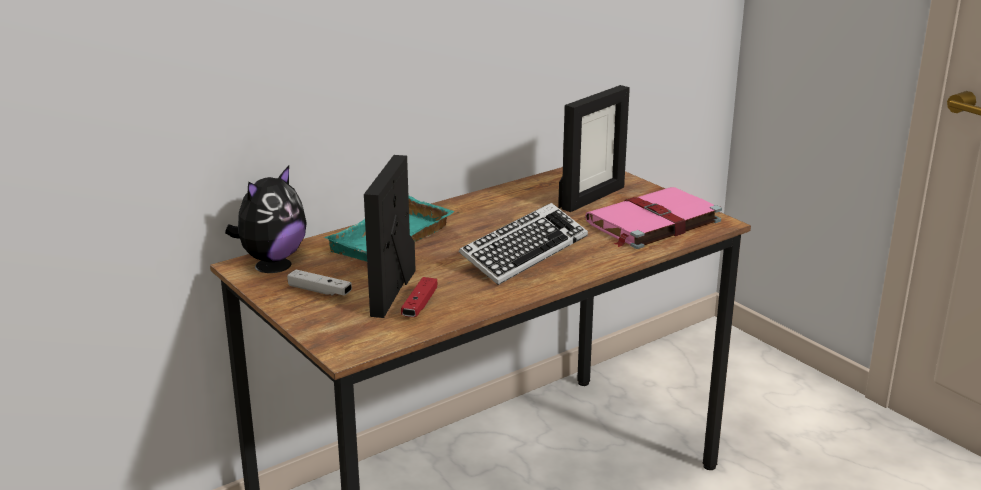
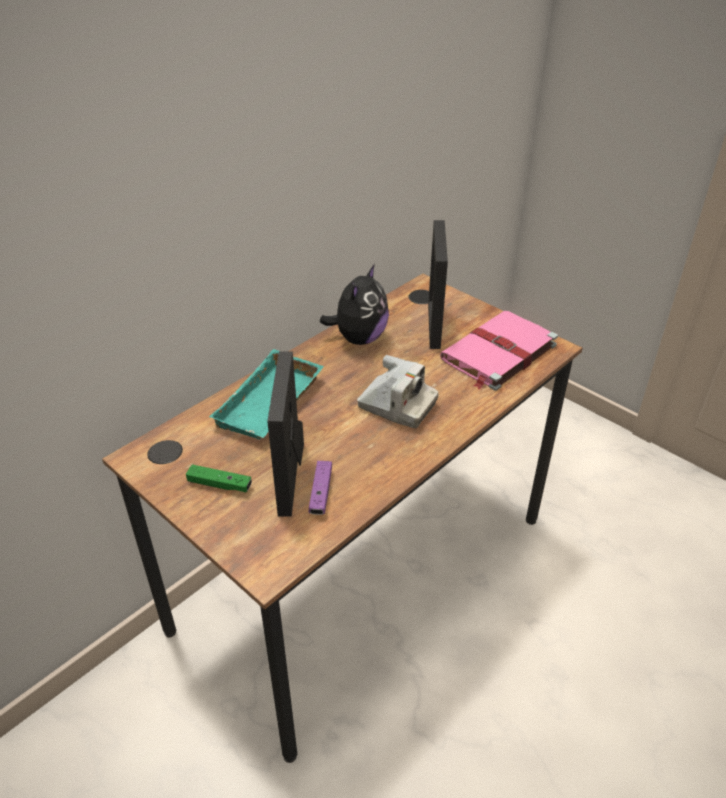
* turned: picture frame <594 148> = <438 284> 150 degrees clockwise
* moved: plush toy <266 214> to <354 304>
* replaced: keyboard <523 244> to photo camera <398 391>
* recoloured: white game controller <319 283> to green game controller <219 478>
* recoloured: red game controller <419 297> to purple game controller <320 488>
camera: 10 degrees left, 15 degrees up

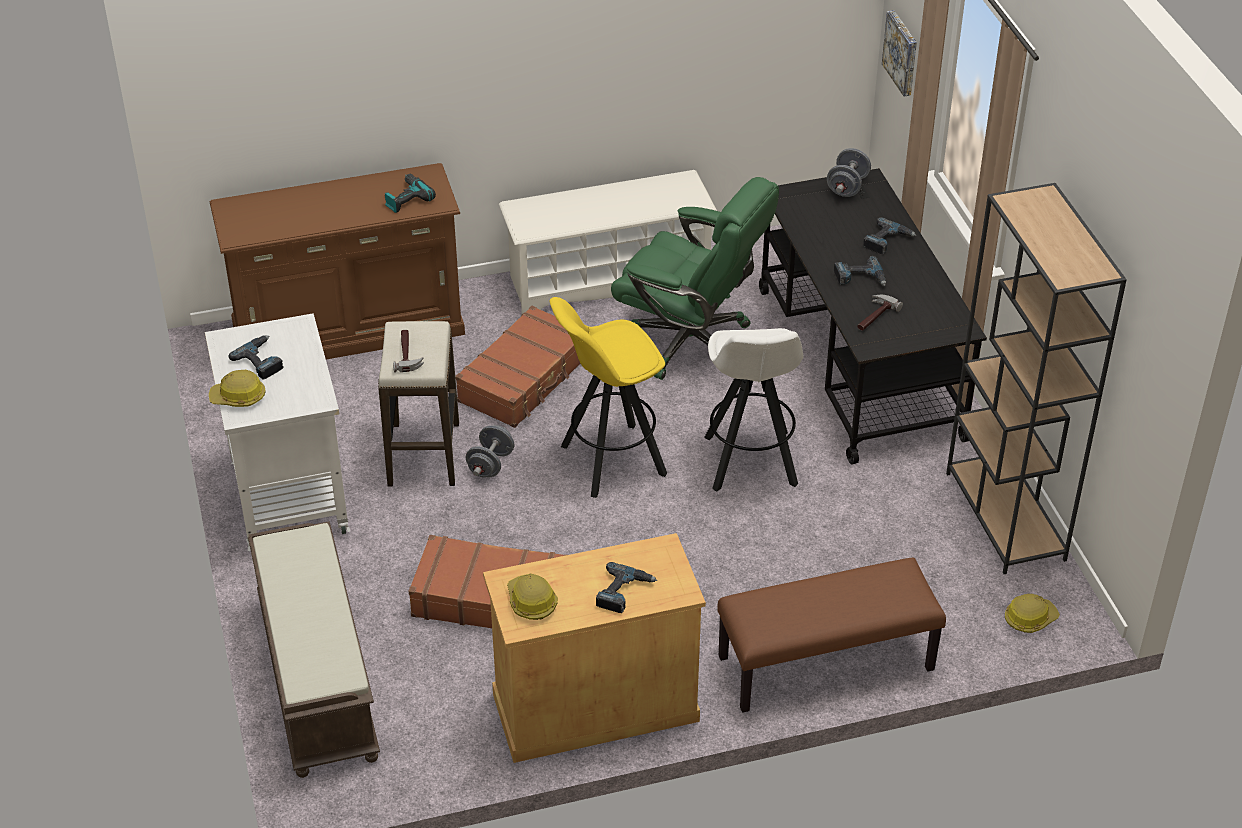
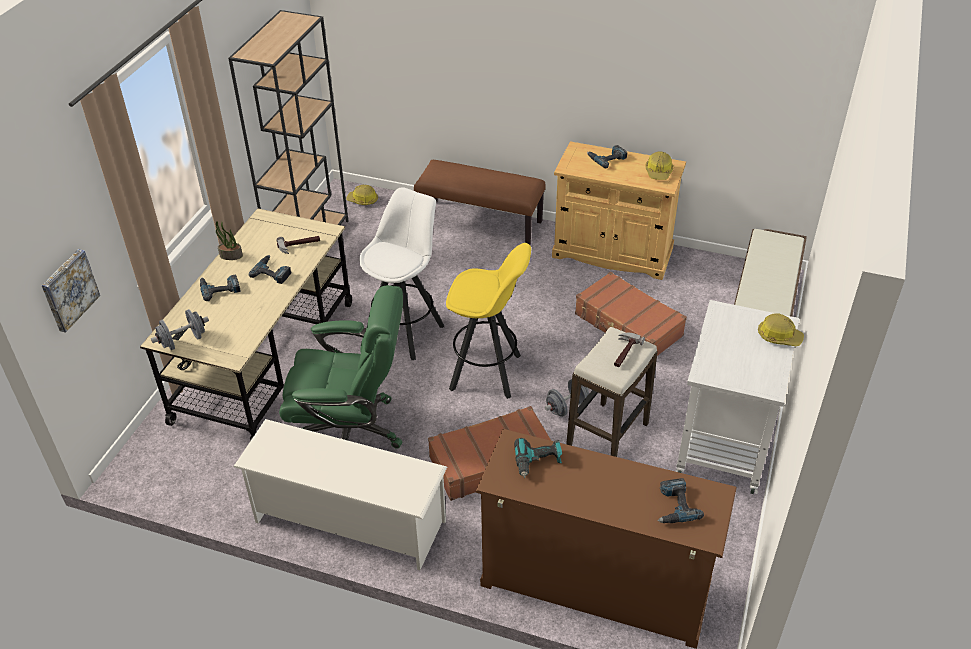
* recoloured: black desk <873 316> to beige desk <246 324>
* turned: green office chair <695 278> = <341 367> 120 degrees clockwise
* moved: power drill <255 357> to <680 500>
* added: potted plant <229 240>
camera: 145 degrees left, 0 degrees up

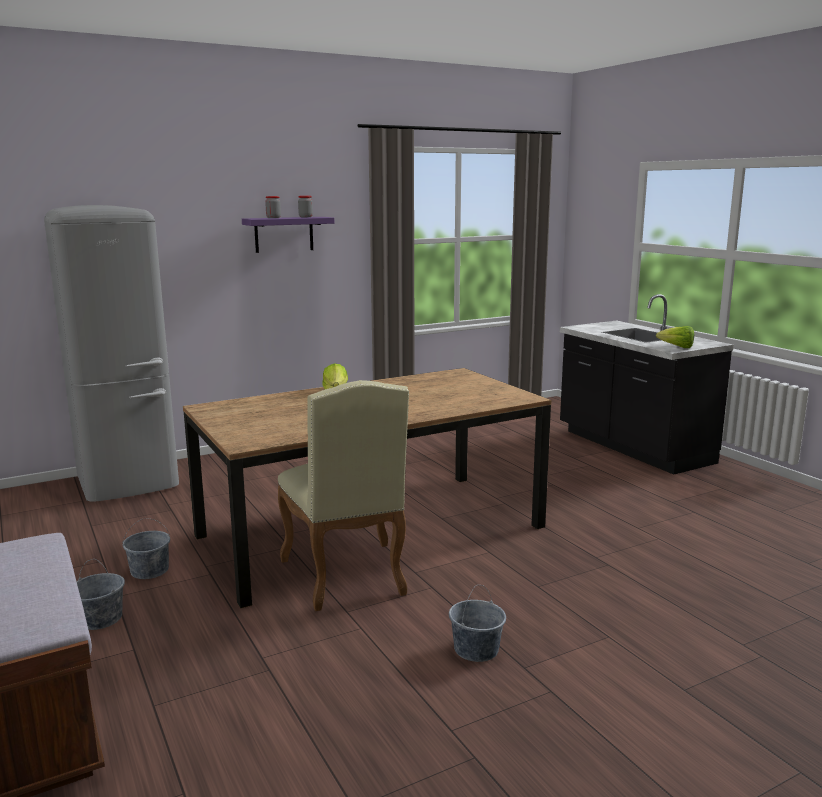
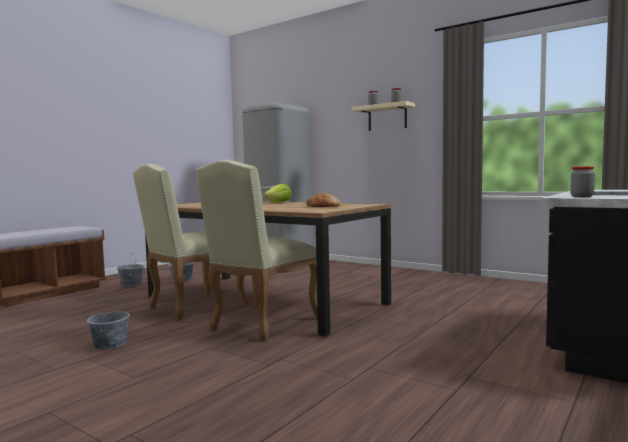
* recoloured: purple shelf <288 235> to beige shelf <383 116>
* replaced: lettuce <675 337> to jar <582 181>
* added: beige chair <257 251>
* added: bread <323 200>
camera: 65 degrees right, 10 degrees down

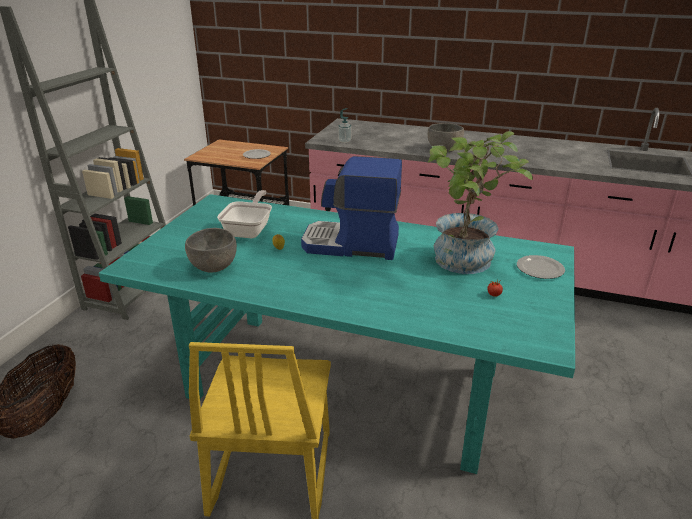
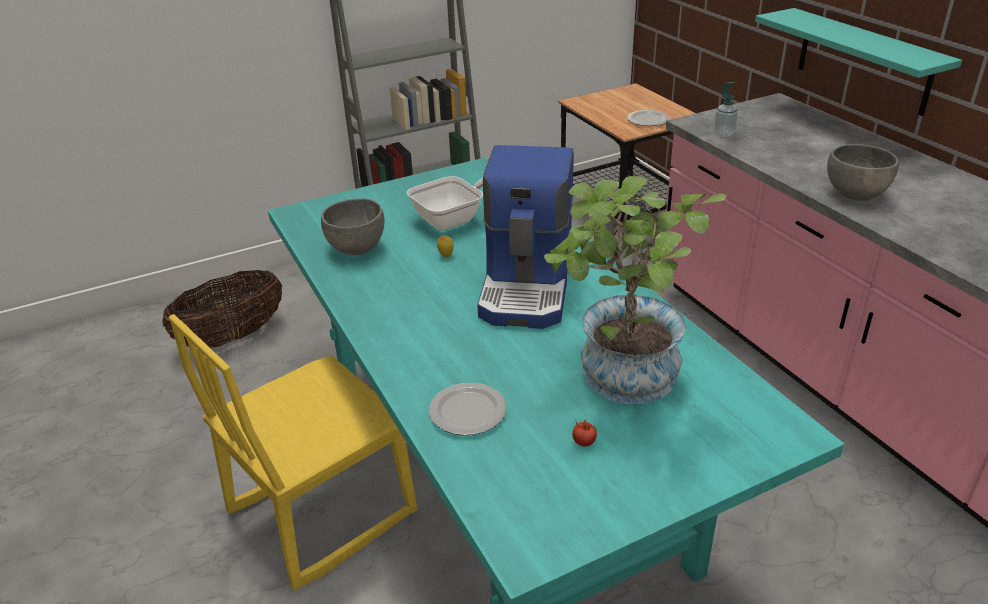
* turned: coffee machine <351 208> = <525 237> 135 degrees counterclockwise
* moved: plate <541 267> to <468 409>
* added: turquoise shelf <858 62>
camera: 45 degrees right, 5 degrees up

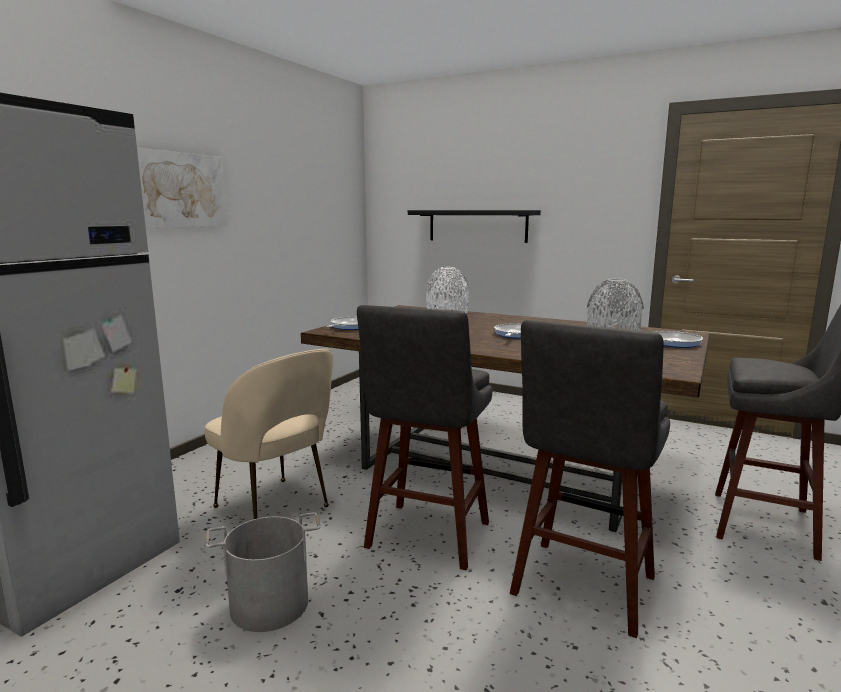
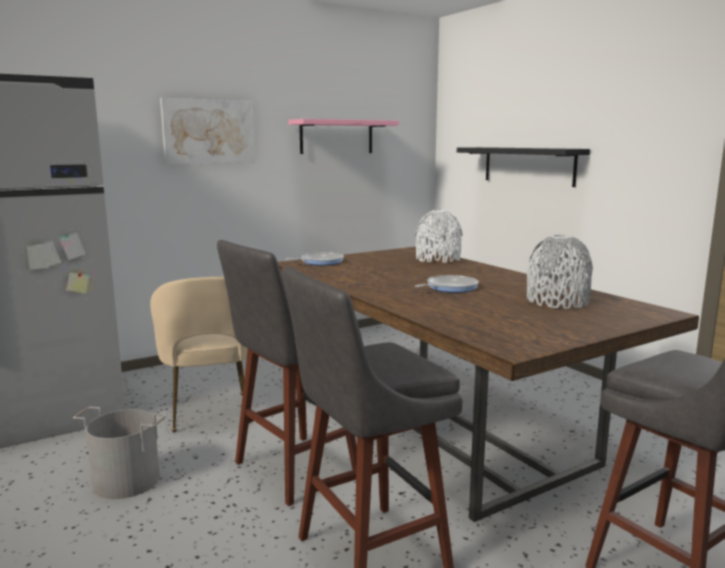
* removed: frying pan <679 339>
* added: pink shelf <343 136>
camera: 30 degrees right, 0 degrees up

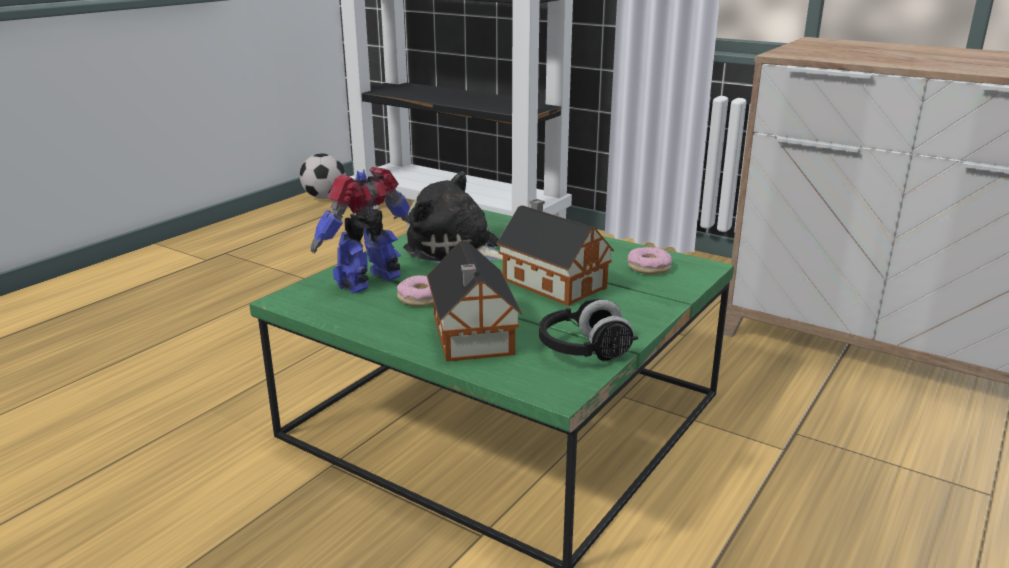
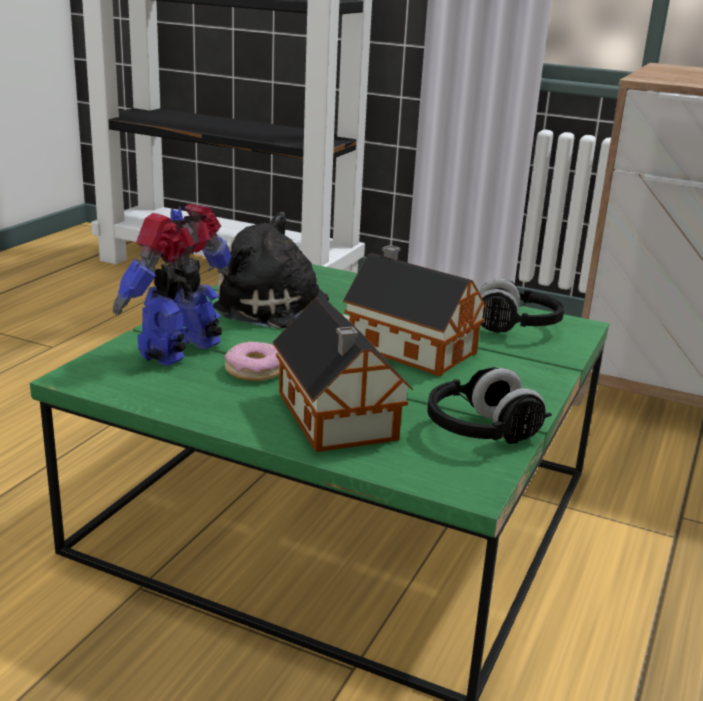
* removed: football <323 176>
* replaced: donut <650 260> to black headphones <521 305>
camera: 10 degrees left, 0 degrees up

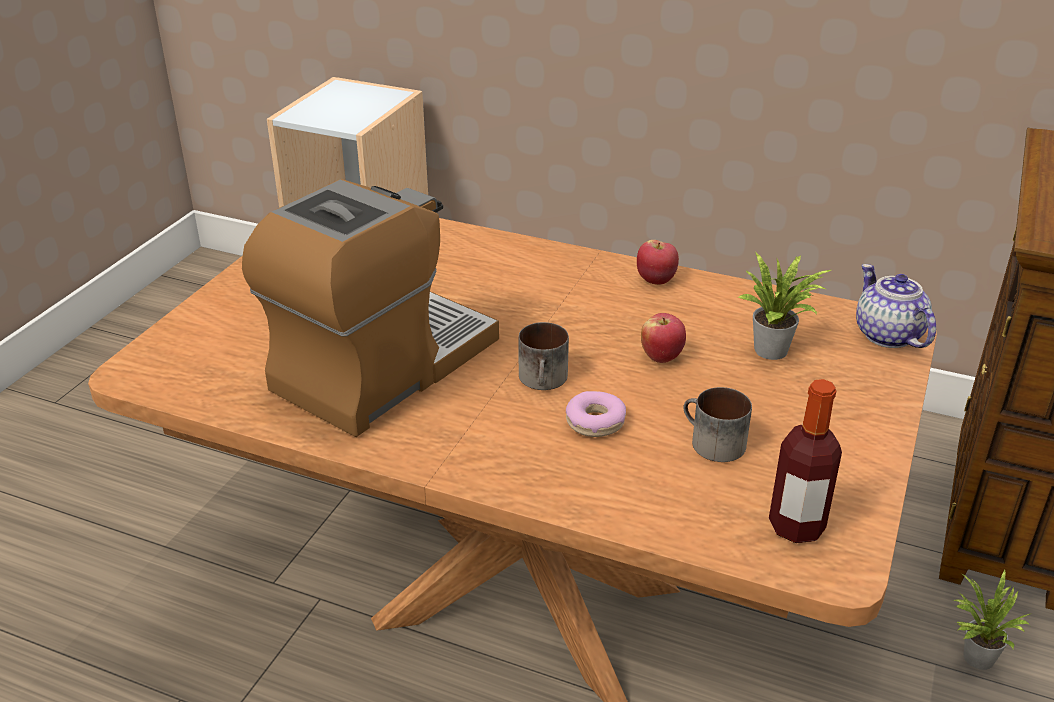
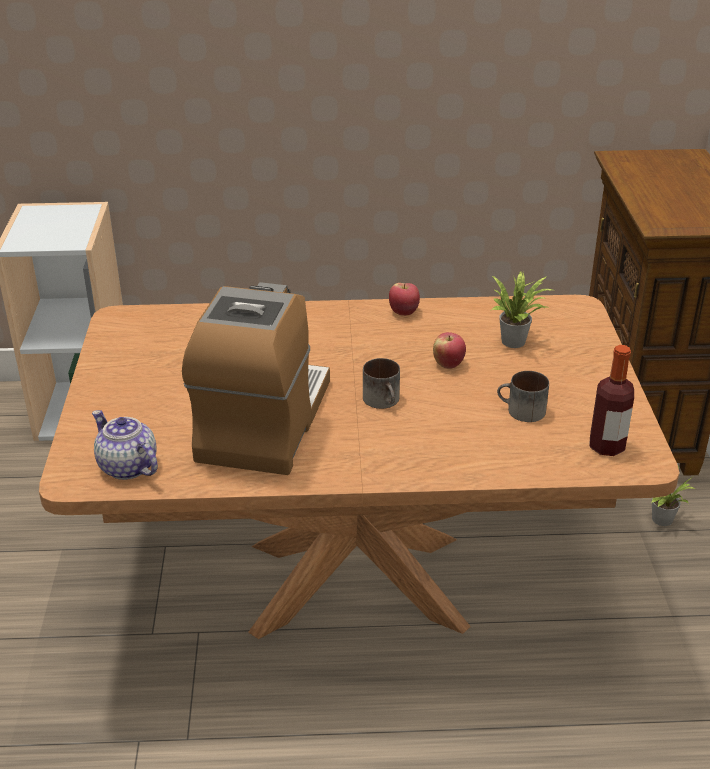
* moved: teapot <896 306> to <125 445>
* removed: donut <596 414>
camera: 25 degrees left, 0 degrees up

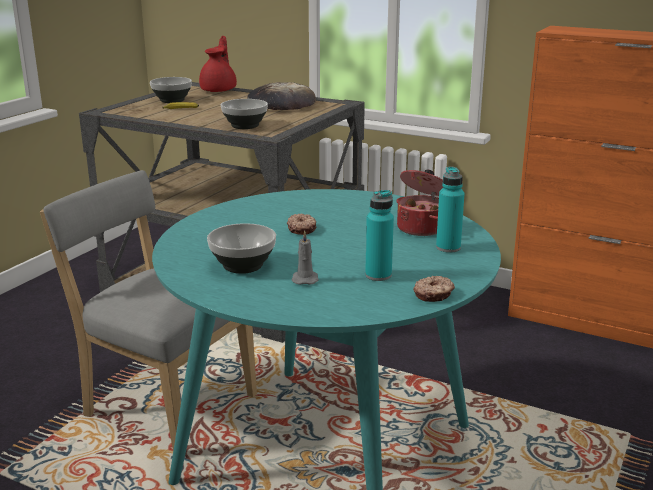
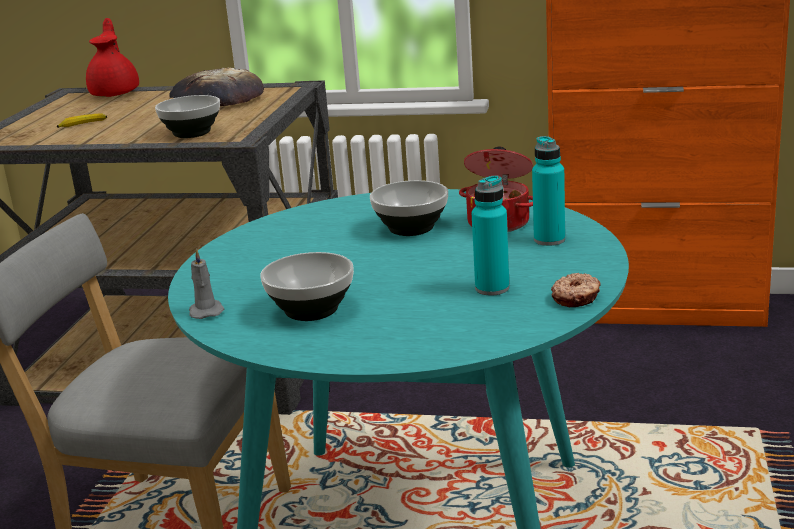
* moved: bowl <171 90> to <409 208>
* removed: donut <301 224>
* moved: grey candle <305 257> to <207 283>
camera: 15 degrees left, 0 degrees up

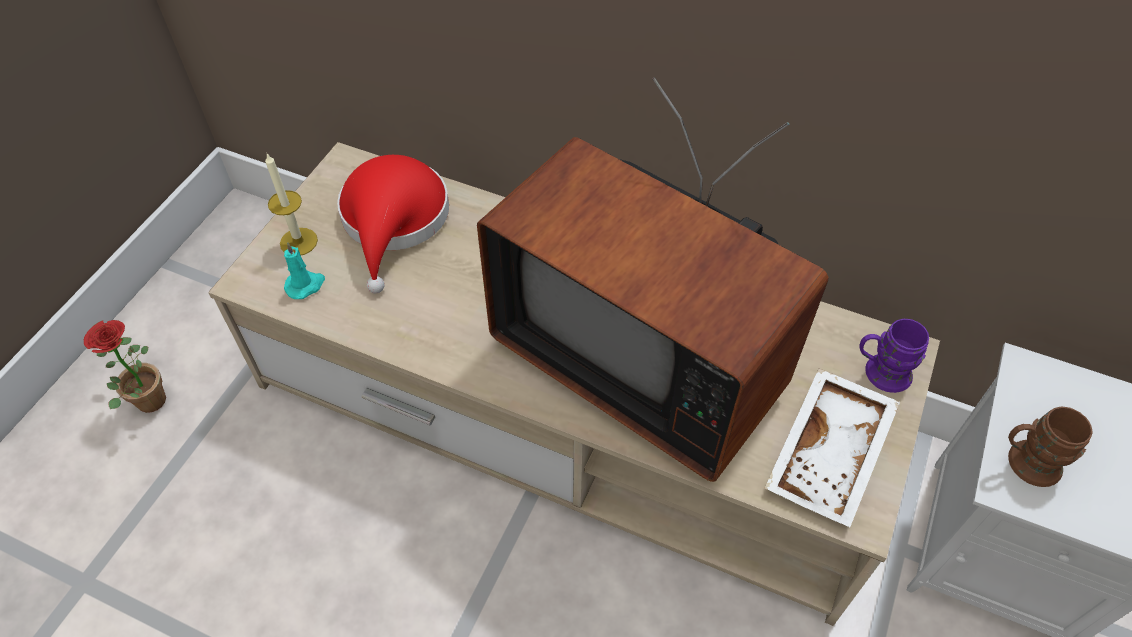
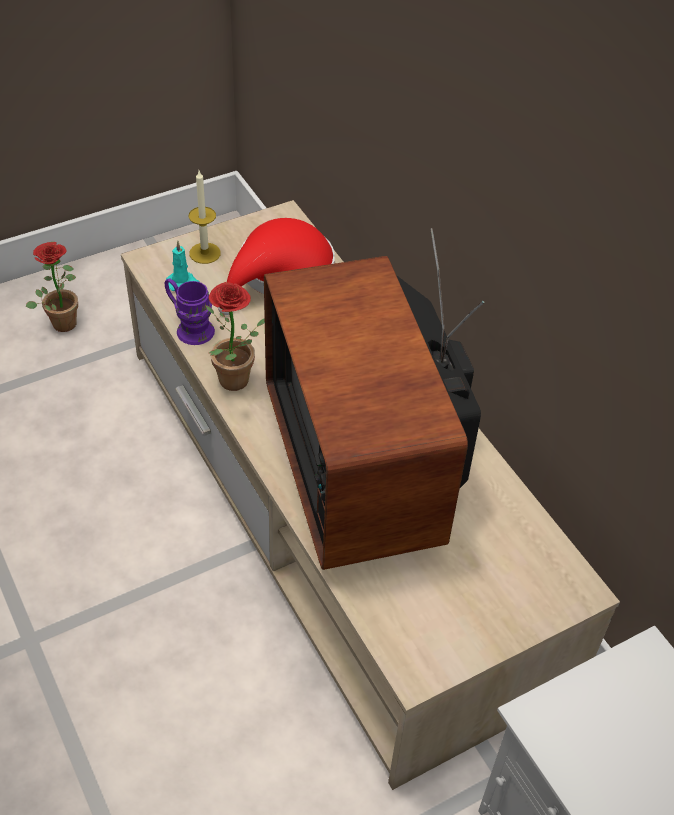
* moved: purple mug <894 356> to <190 311>
* removed: white tray <832 448>
* removed: brown mug <1050 447>
* added: potted plant <235 336>
camera: 35 degrees right, 5 degrees down

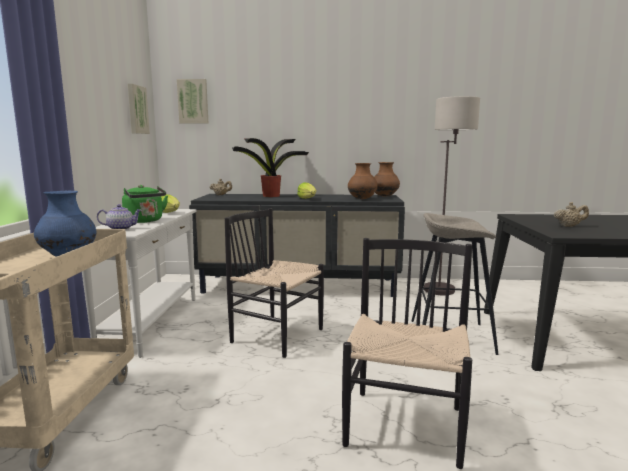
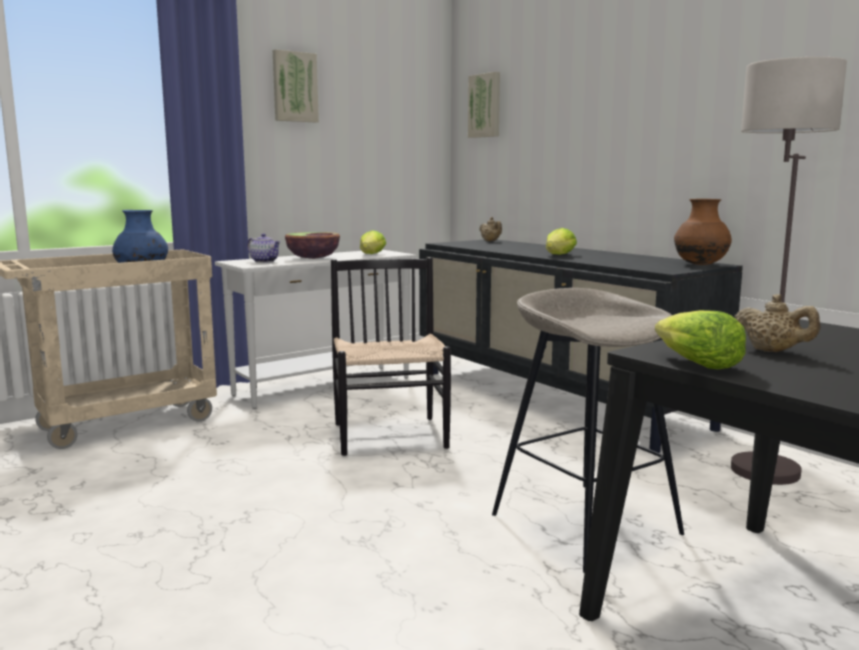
* moved: picture <139 109> to <296 85>
* removed: potted plant <270 167>
* removed: brown vase <362 181>
* replaced: green kettle <145 204> to bowl <312 245>
* removed: black chair <407 353>
* added: lettuce <700 339>
camera: 50 degrees right, 0 degrees up

